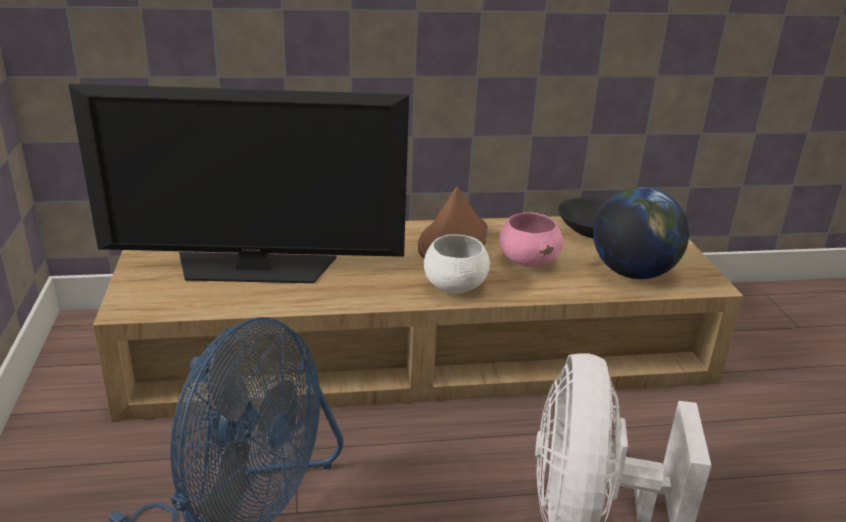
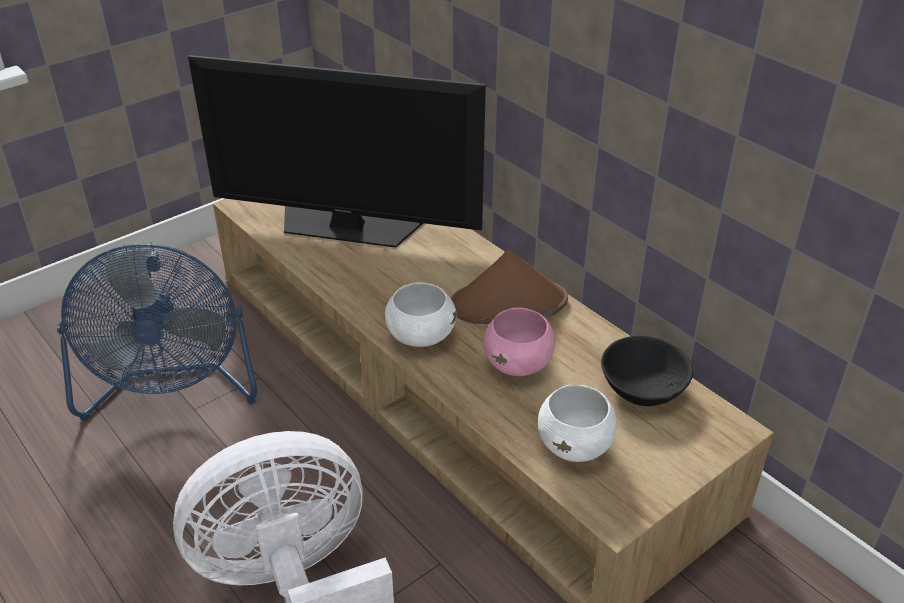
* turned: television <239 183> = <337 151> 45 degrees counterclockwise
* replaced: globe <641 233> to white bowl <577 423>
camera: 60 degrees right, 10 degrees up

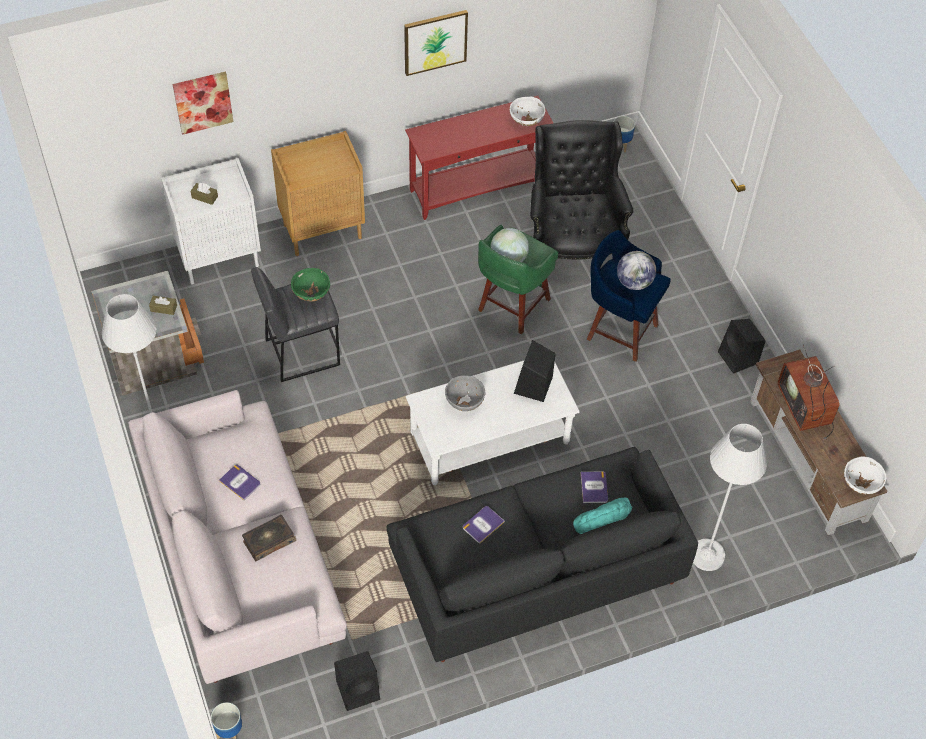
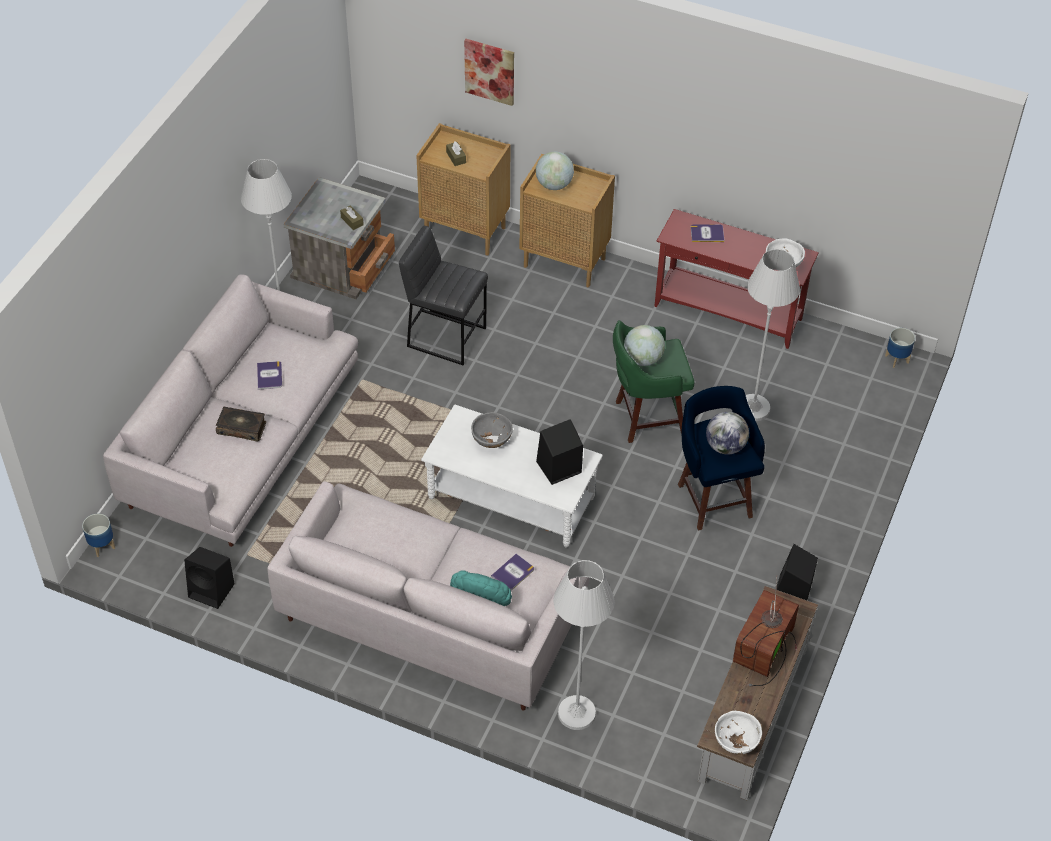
* removed: picture <436 43>
* replaced: black armchair <581 190> to white floor lamp <773 335>
* recoloured: white cabinet <211 221> to brown cabinet <463 189>
* removed: green bowl <310 284>
* recoloured: black sofa <542 554> to white sofa <429 595>
* moved: book <484 525> to <708 233>
* added: globe <555 171>
camera: 45 degrees right, 5 degrees down

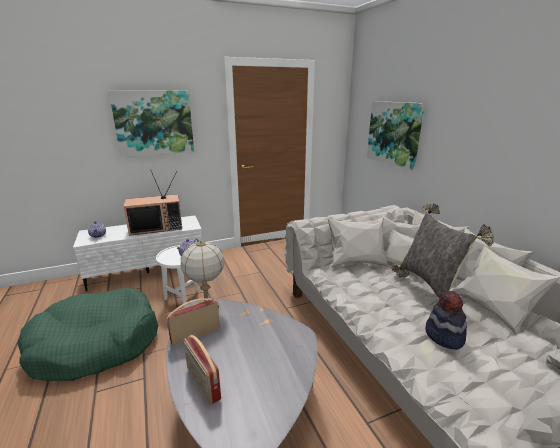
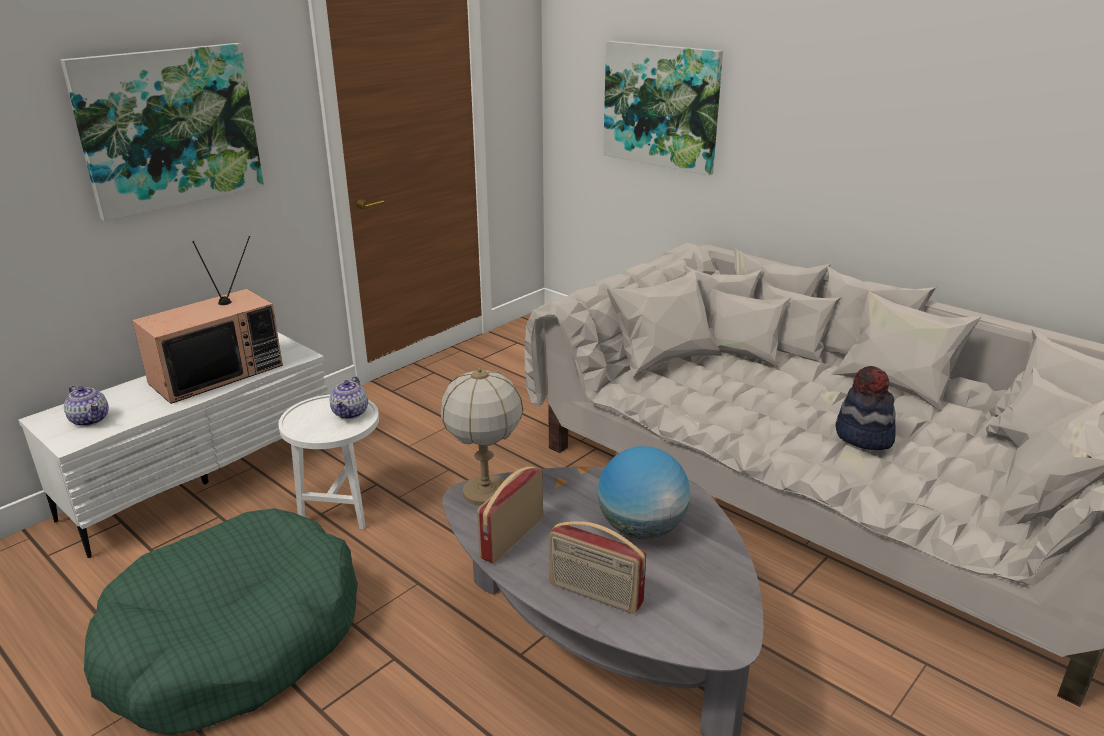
* removed: pillow <443 250>
* added: globe <644 492>
camera: 25 degrees left, 5 degrees up

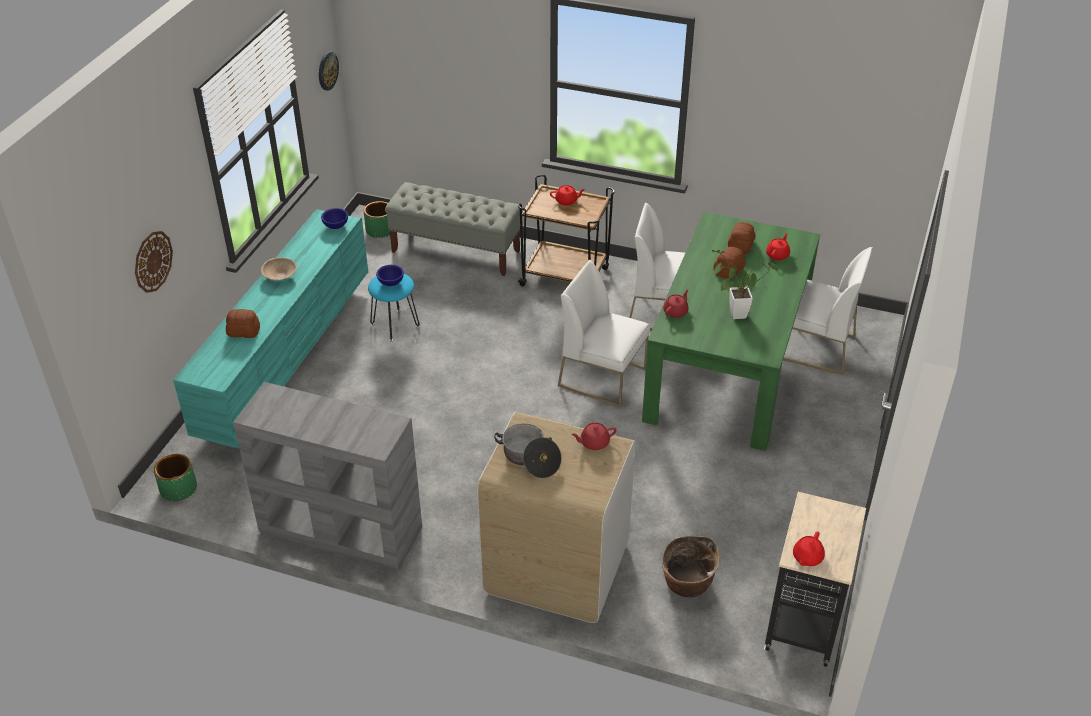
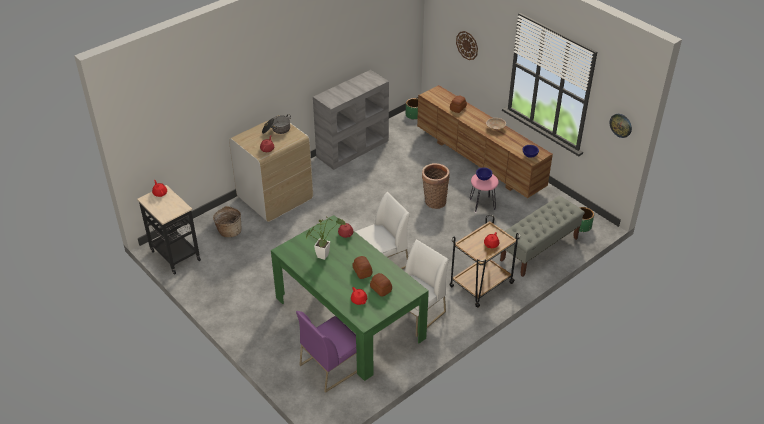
* recoloured: turquoise cabinet <270 328> to brown cabinet <485 141>
* recoloured: white chair <828 311> to purple chair <326 352>
* recoloured: turquoise stool <394 307> to pink stool <484 193>
* added: basket <436 186>
camera: 120 degrees right, 0 degrees up

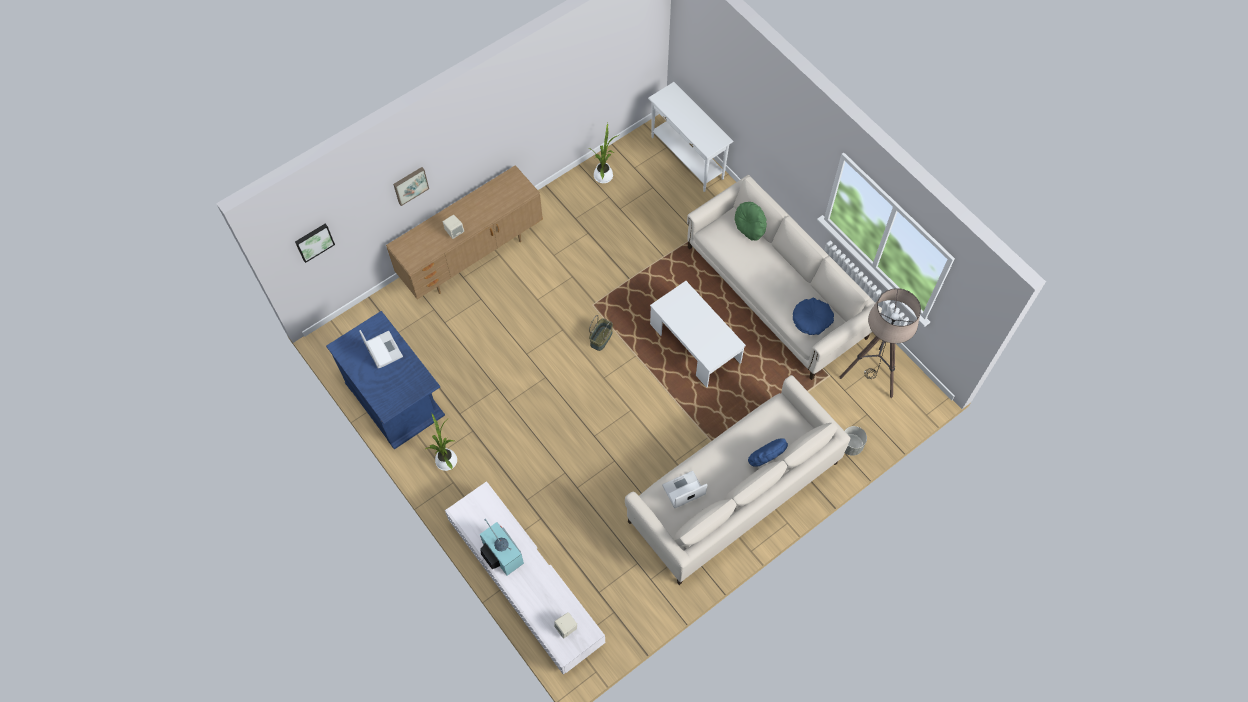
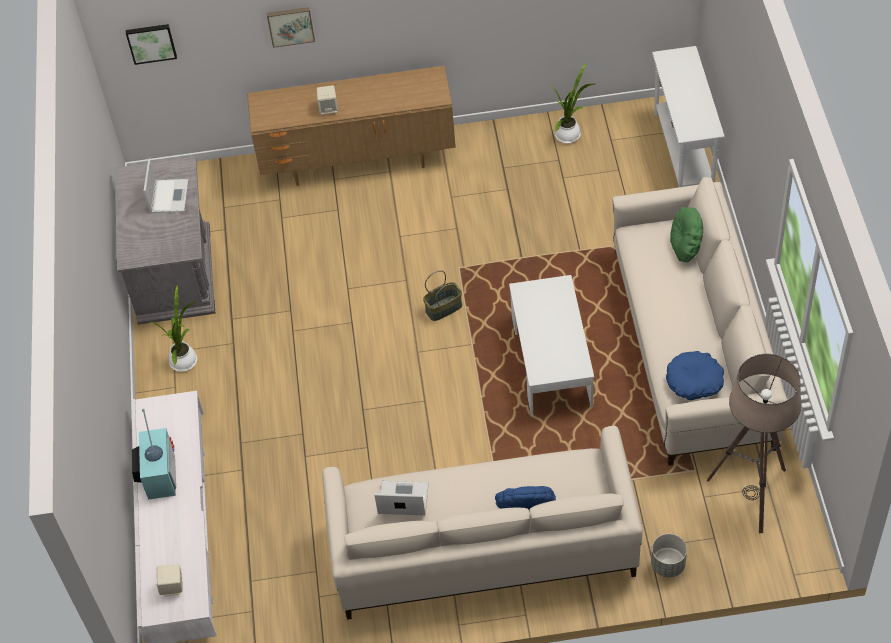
* recoloured: blue cabinet <385 380> to grey cabinet <165 240>
camera: 35 degrees right, 10 degrees down

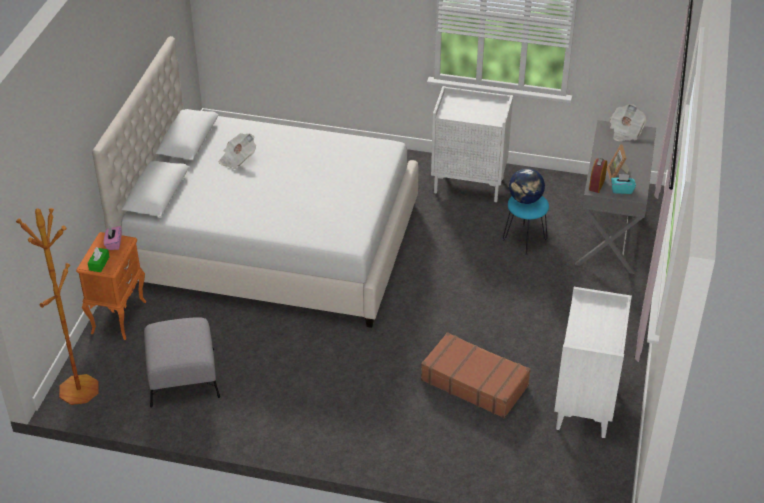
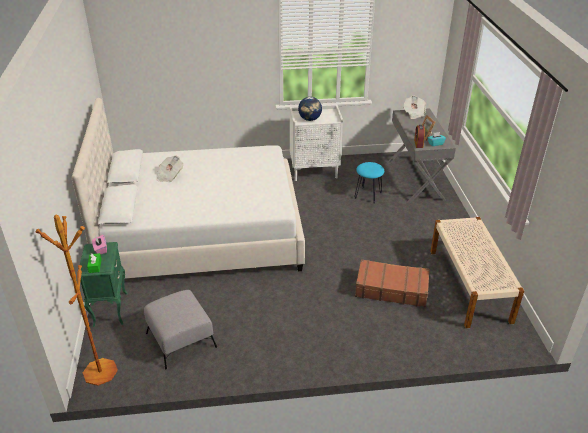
* moved: globe <527 186> to <310 109>
* recoloured: orange nightstand <111 286> to green nightstand <104 284>
* replaced: white cabinet <593 362> to beige bench <477 272>
camera: 20 degrees left, 5 degrees down

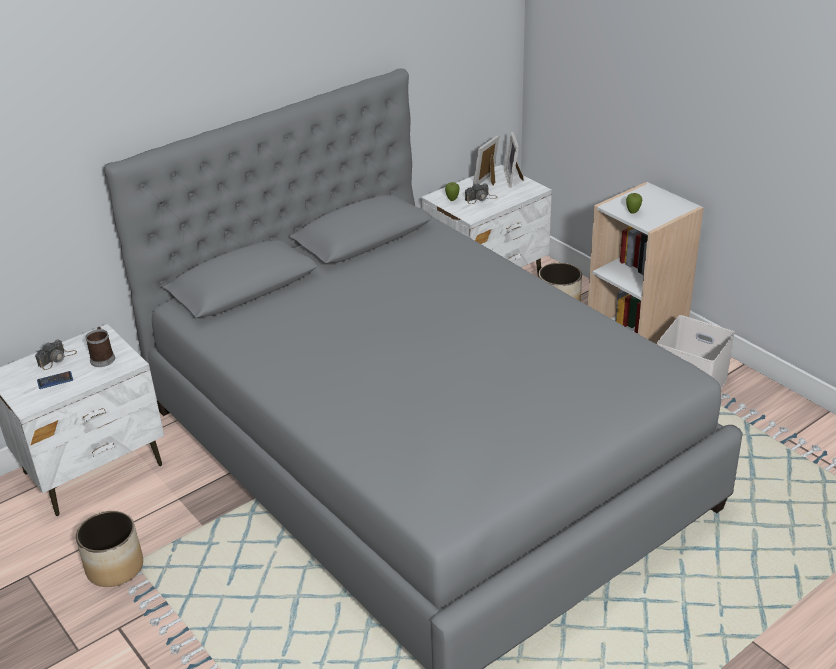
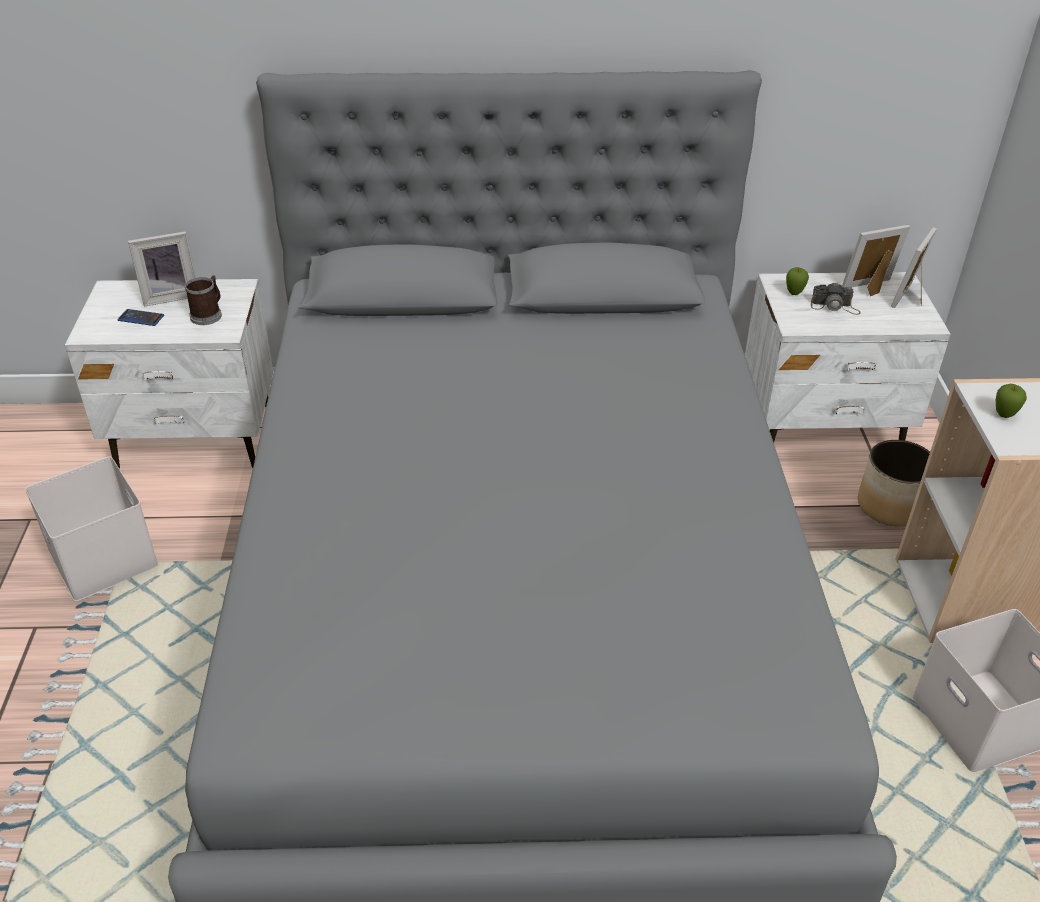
* replaced: photo camera <56 355> to picture frame <162 269>
* replaced: planter <109 549> to white storage box <91 529>
camera: 35 degrees right, 5 degrees up

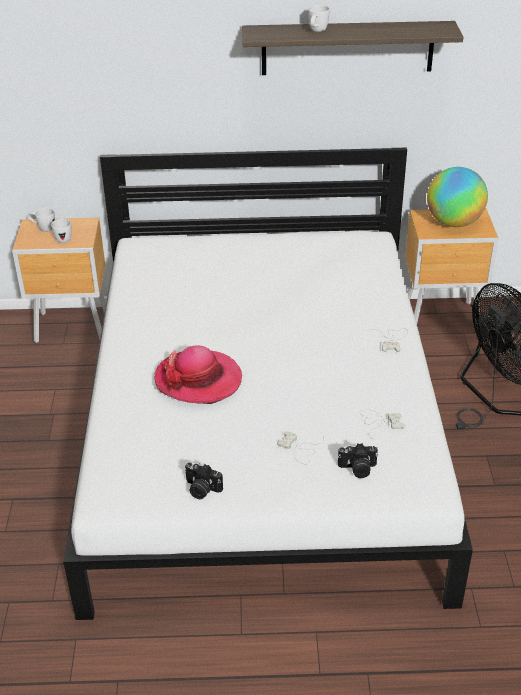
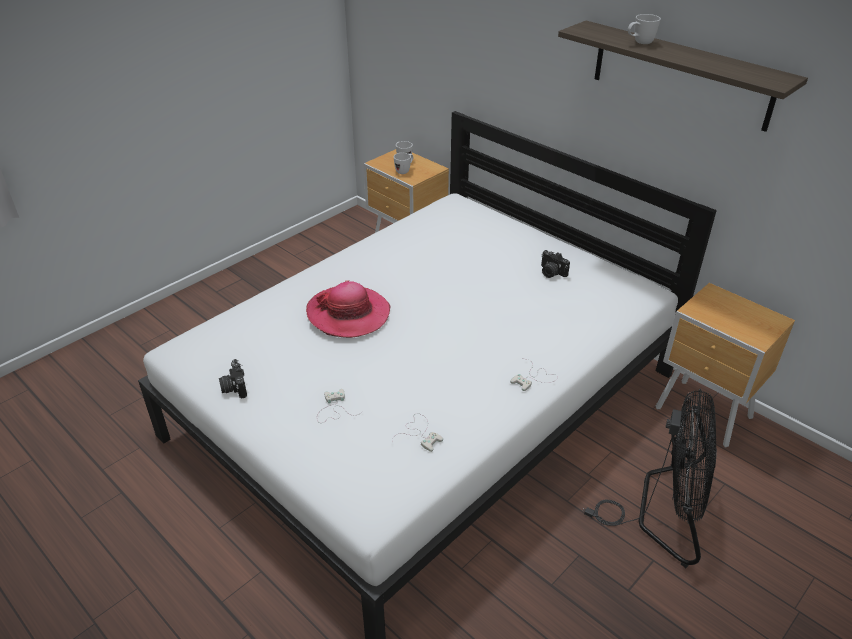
* removed: globe <457 197>
* moved: photo camera <358 460> to <555 264>
camera: 45 degrees right, 0 degrees up

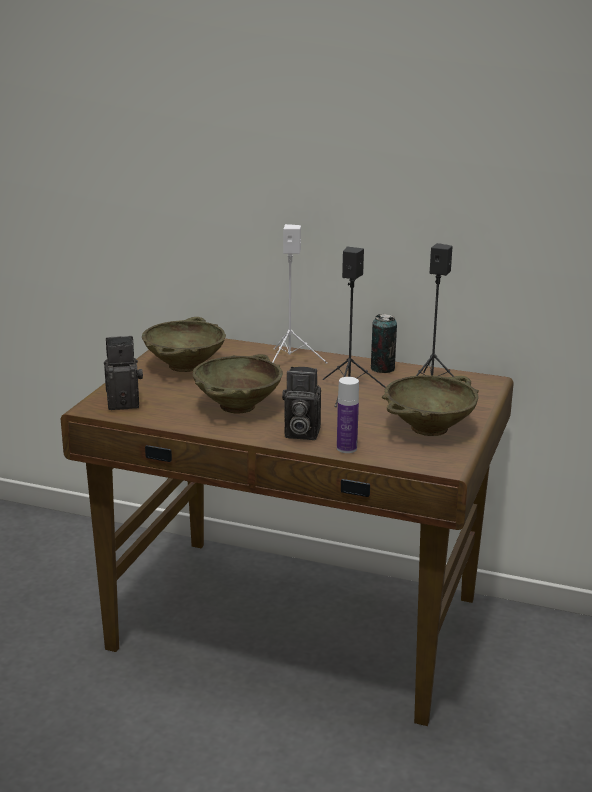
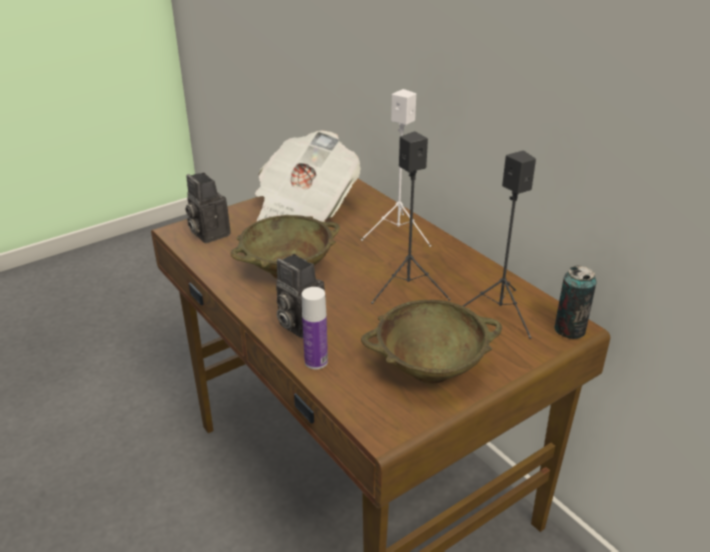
* moved: can <384 343> to <575 302>
* replaced: beige bowl <184 344> to newspaper <308 176>
* turned: photo camera <123 373> = <208 208> 150 degrees counterclockwise
camera: 35 degrees right, 10 degrees up

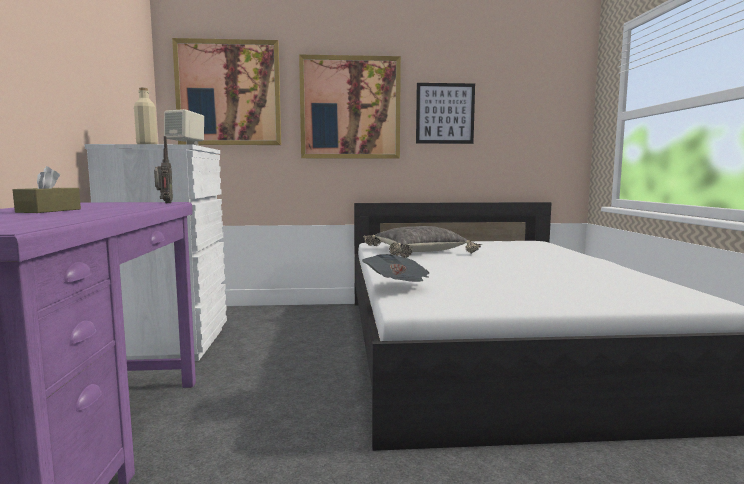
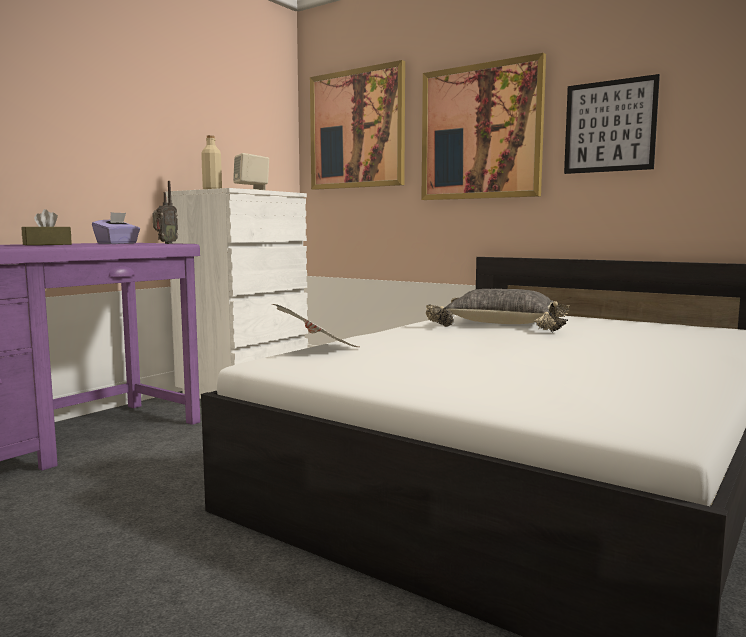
* added: purple tissue box <116 228>
camera: 40 degrees right, 0 degrees up

